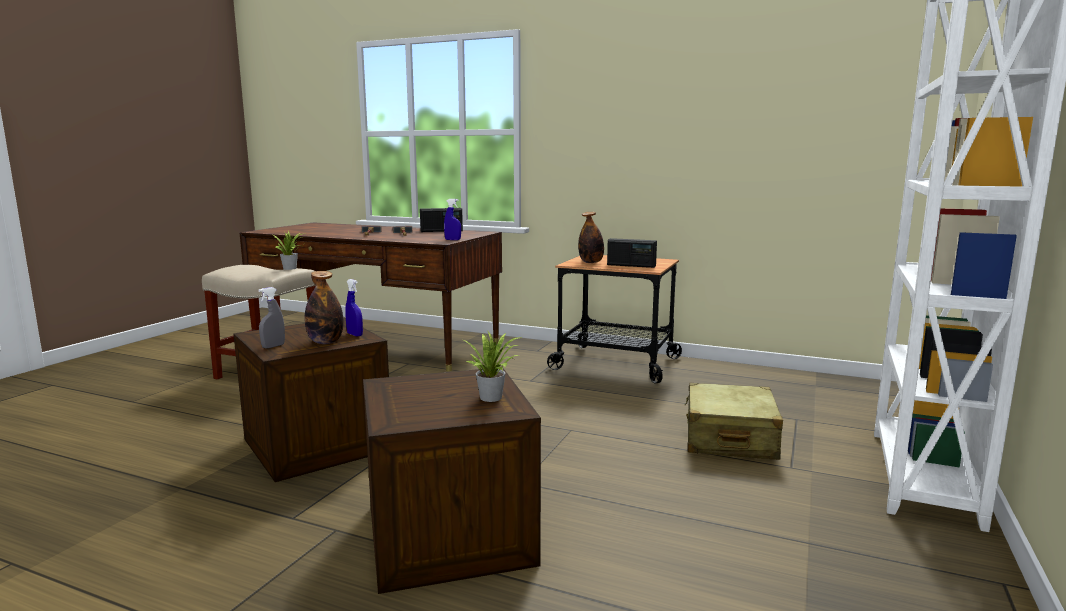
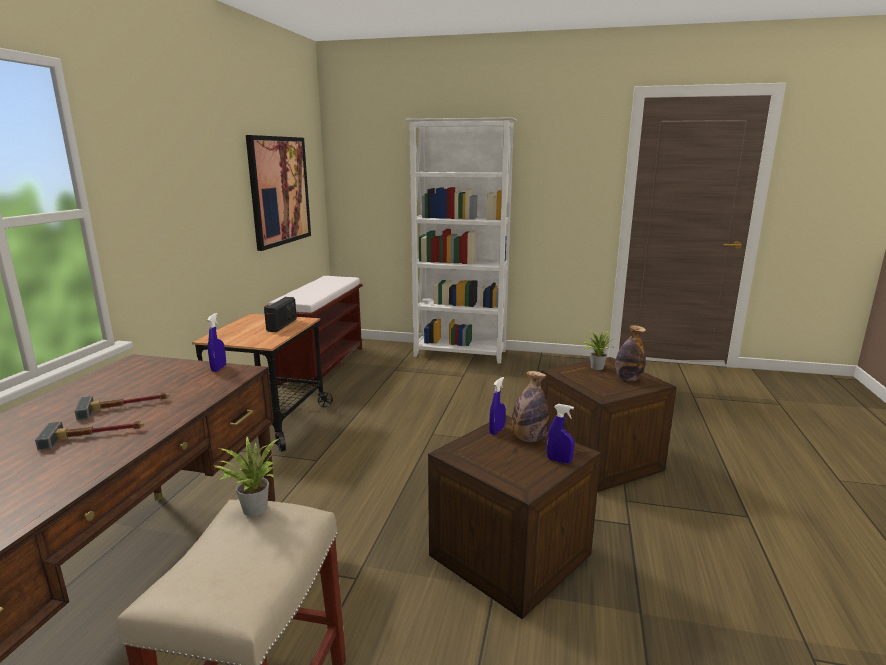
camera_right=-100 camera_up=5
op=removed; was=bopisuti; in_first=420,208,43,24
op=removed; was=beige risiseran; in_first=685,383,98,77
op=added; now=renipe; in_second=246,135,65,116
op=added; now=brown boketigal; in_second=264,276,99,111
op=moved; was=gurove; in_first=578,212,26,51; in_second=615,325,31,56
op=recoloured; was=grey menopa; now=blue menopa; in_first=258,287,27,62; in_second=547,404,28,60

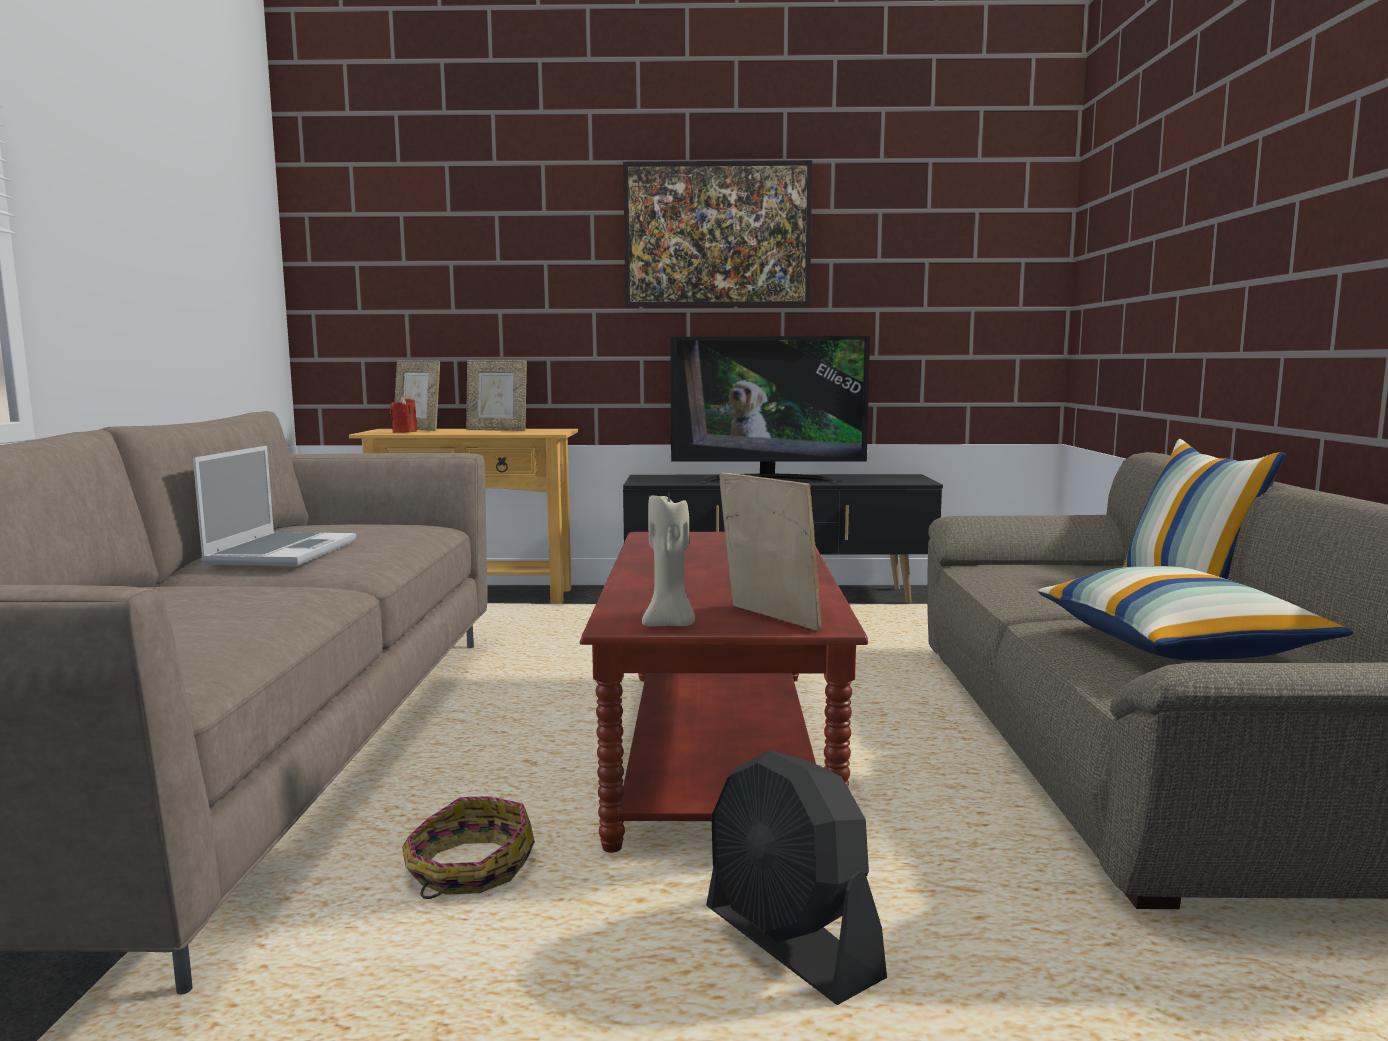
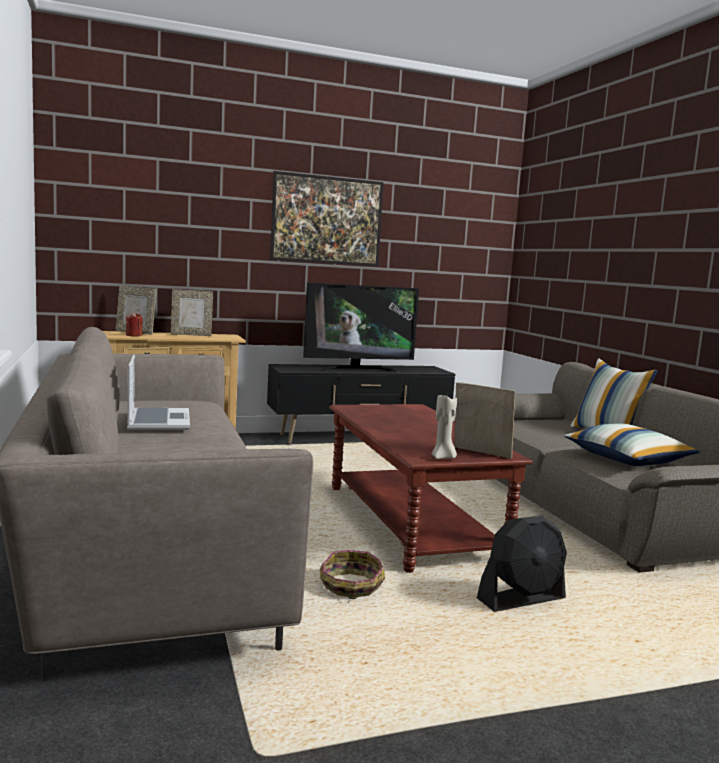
camera_right=-20 camera_up=0
op=turned; was=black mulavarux; in_first=706,751,181,254; in_second=477,516,90,96; clockwise=-60

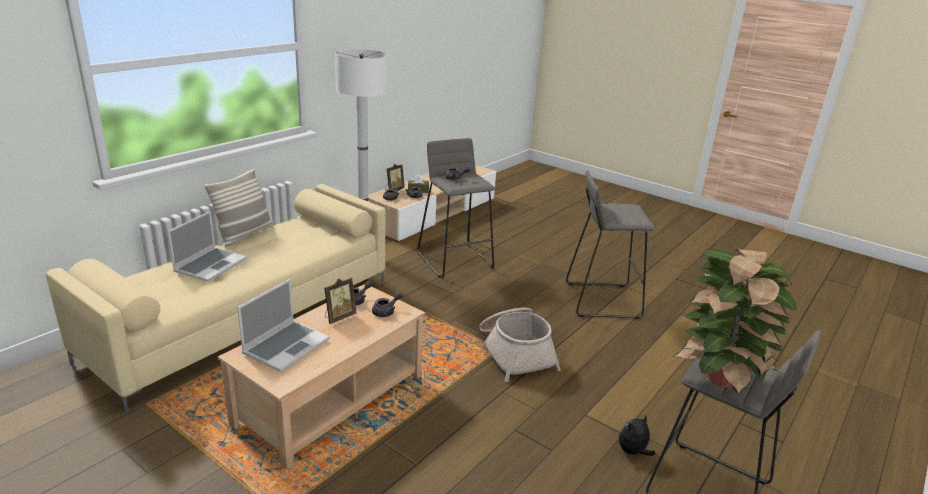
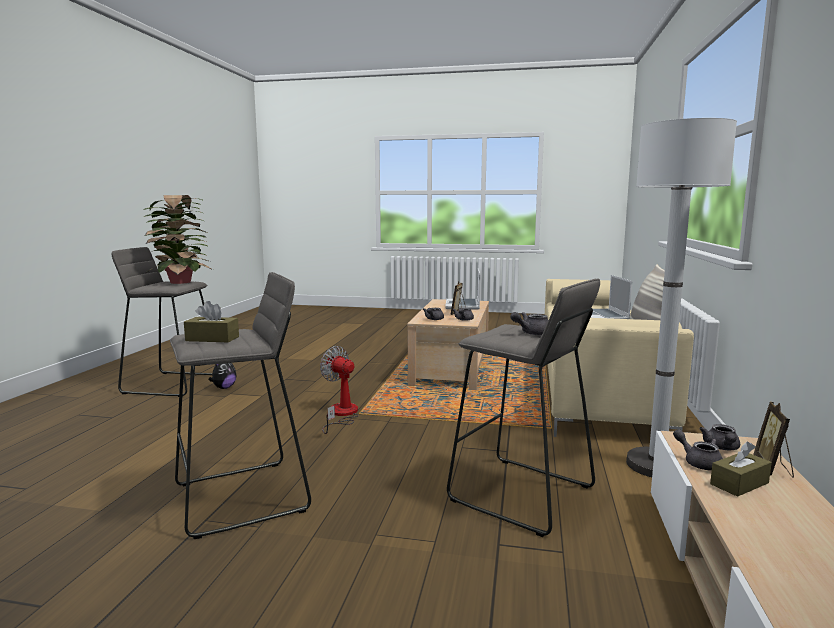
camera_right=155 camera_up=-15
op=added; now=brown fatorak; in_second=184,301,55,41
op=replaced; was=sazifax; now=mulavarux; in_first=479,308,82,74; in_second=320,346,39,88

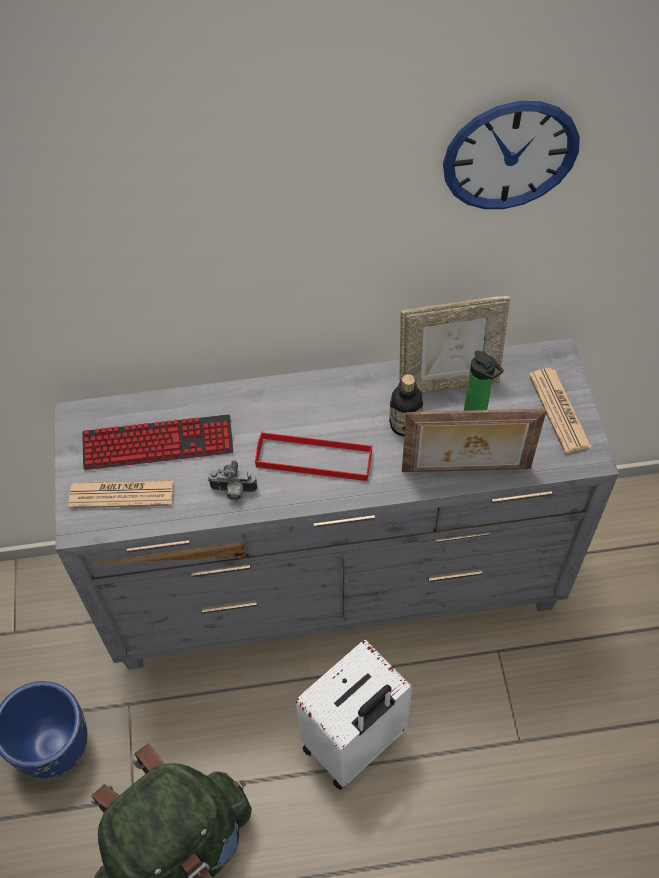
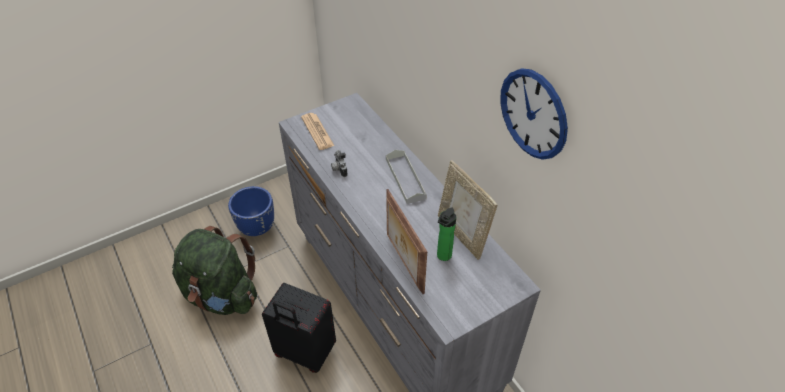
camera_right=65 camera_up=-10
op=removed; was=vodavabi; in_first=82,414,151,56
op=removed; was=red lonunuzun; in_first=255,432,117,49
op=removed; was=gurove; in_first=389,374,34,62
op=removed; was=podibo; in_first=529,368,63,85
op=added; now=grey lonunuzun; in_second=386,150,41,54
op=recoloured; was=white risiseran; now=black risiseran; in_first=296,640,116,150; in_second=262,283,74,90

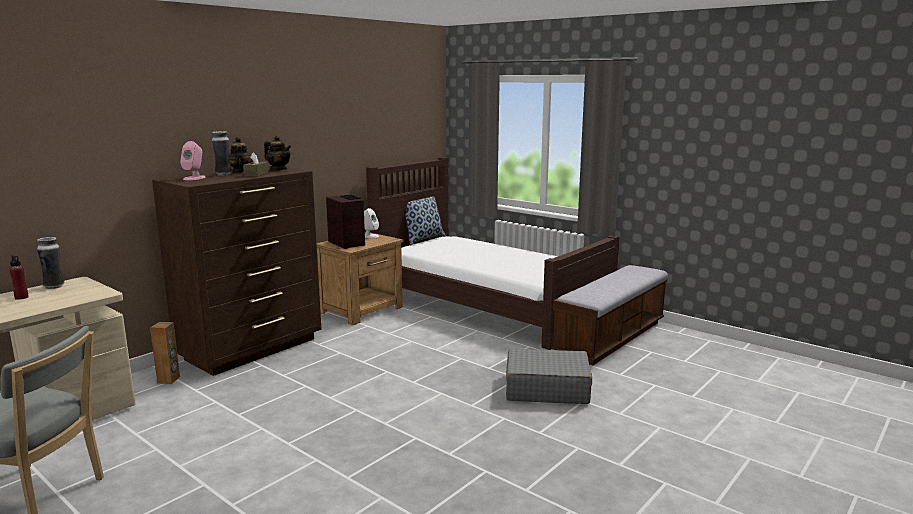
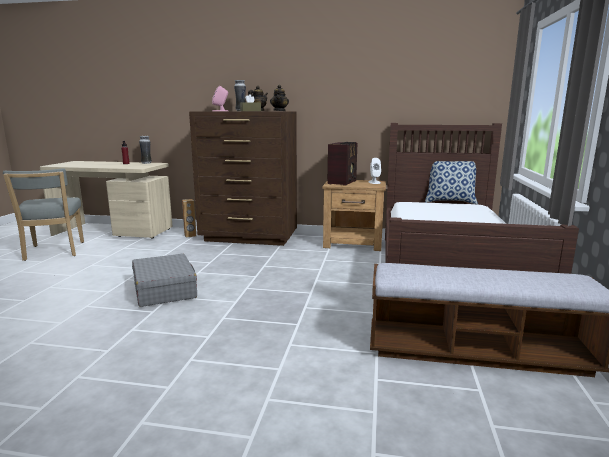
camera_right=60 camera_up=0
op=moved; was=grey risiseran; in_first=506,349,86,55; in_second=132,254,65,53

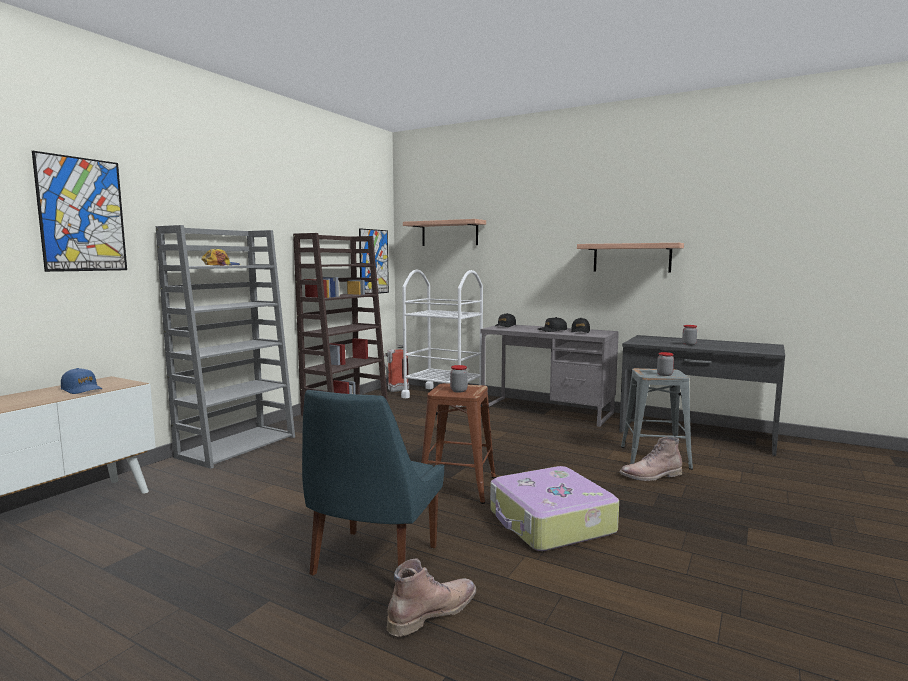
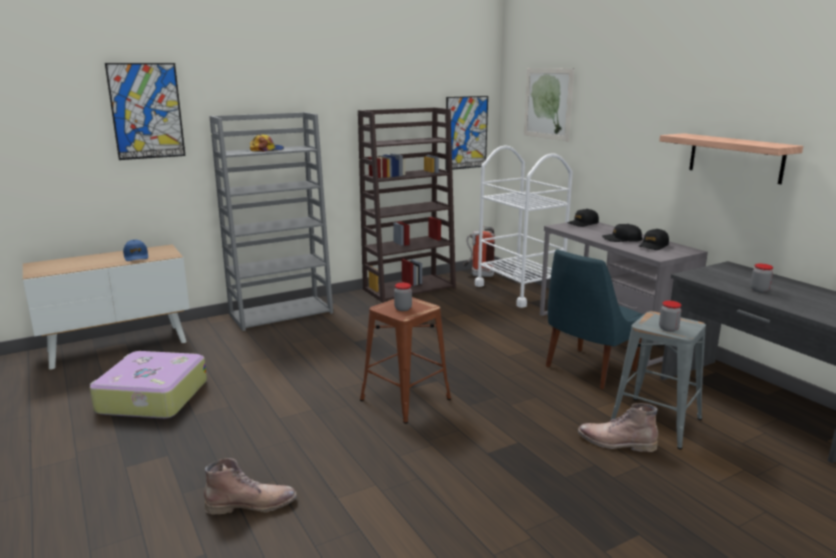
camera_right=30 camera_up=10
op=moved; was=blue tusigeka; in_first=302,390,142,186; in_second=546,249,98,140
op=moved; was=risiseran; in_first=490,466,129,85; in_second=90,351,117,68
op=replaced; was=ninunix; now=renipe; in_first=403,219,83,27; in_second=524,68,50,74

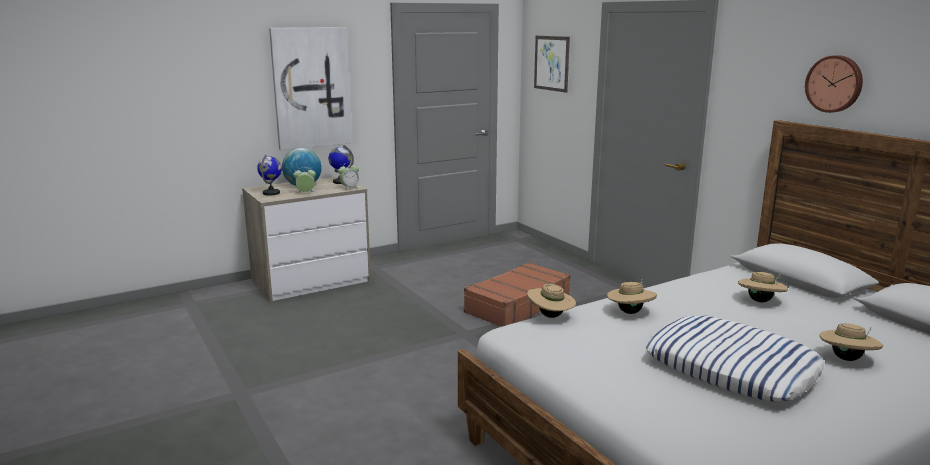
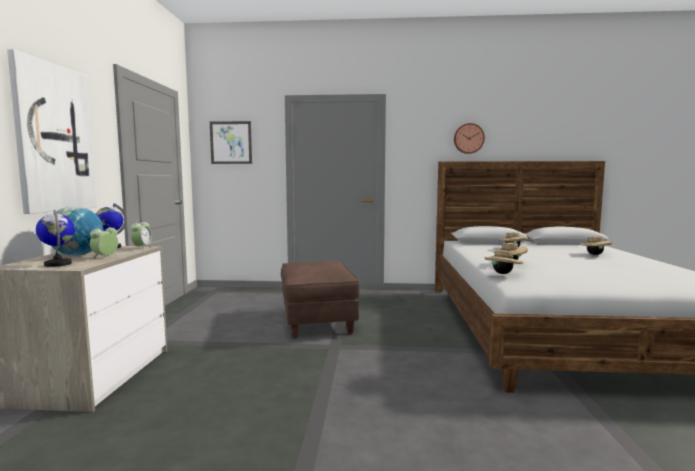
camera_right=-55 camera_up=-10
op=removed; was=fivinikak; in_first=646,315,179,86
op=replaced; was=brown risiseran; now=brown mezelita; in_first=464,262,107,65; in_second=281,261,78,77

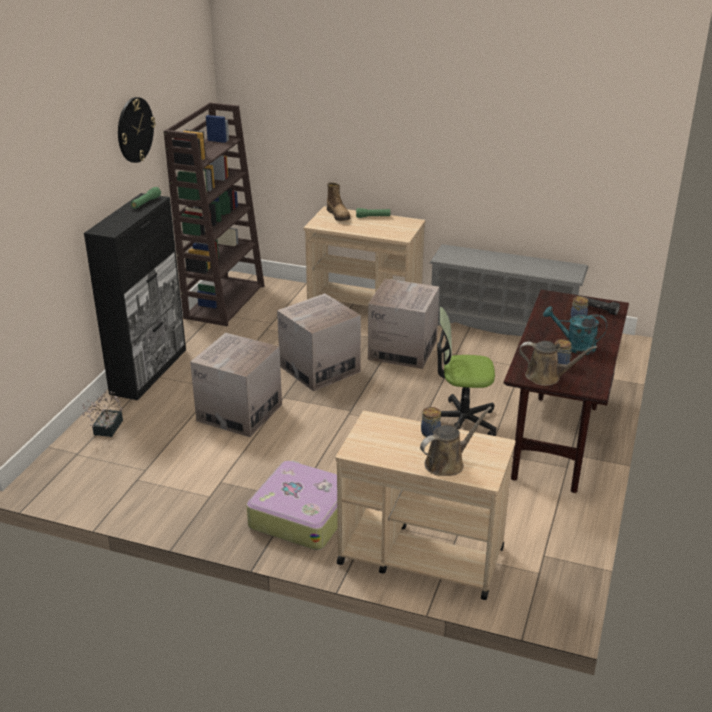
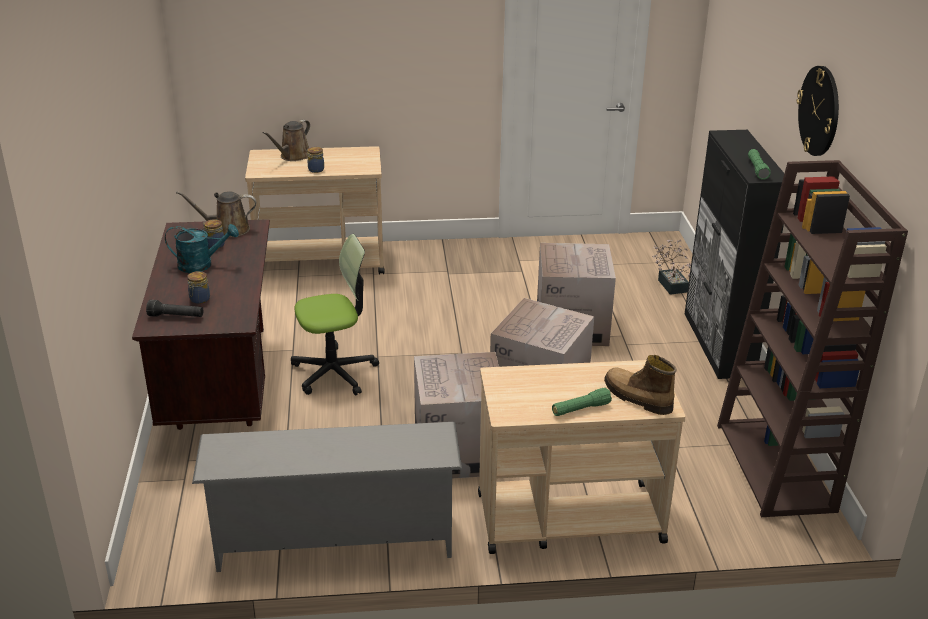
camera_right=155 camera_up=0
op=removed; was=risiseran; in_first=247,460,91,90

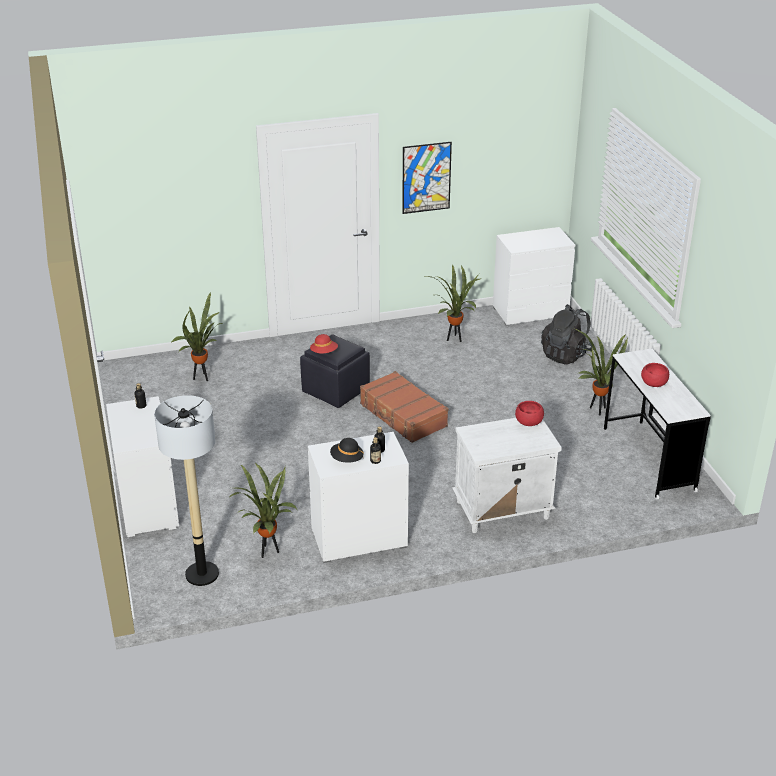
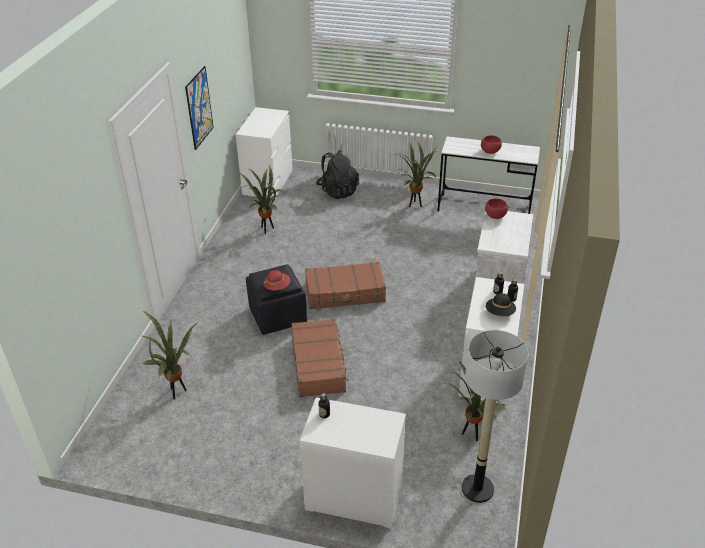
camera_right=-60 camera_up=5
op=added; now=brown risiseran; in_second=291,319,58,78

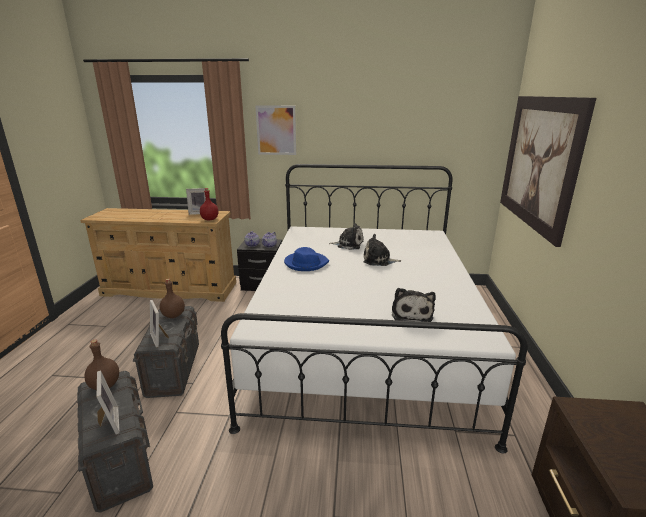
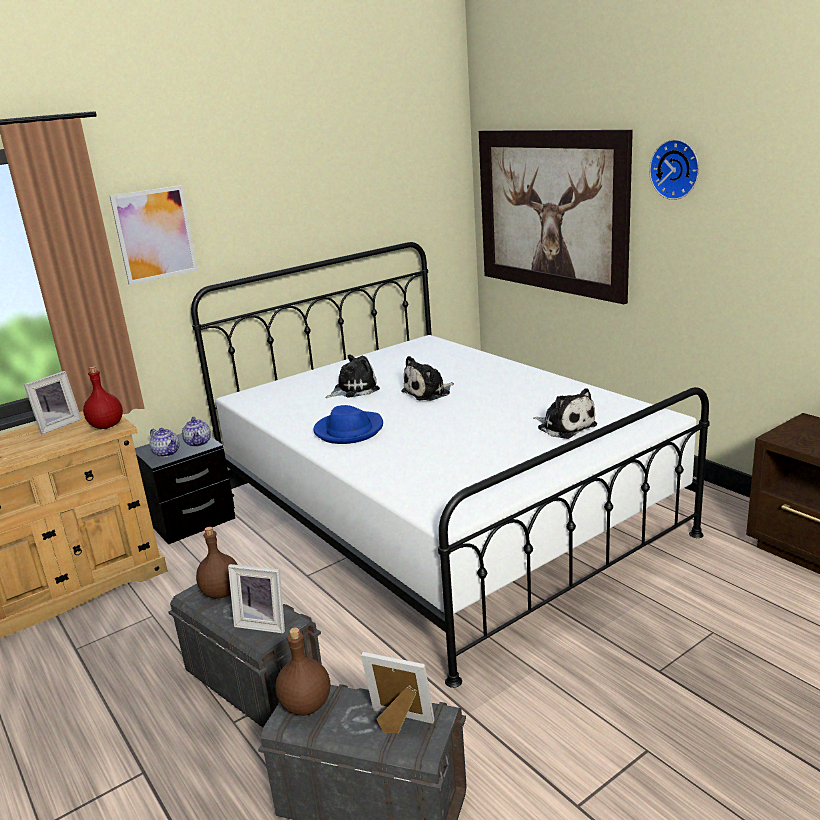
camera_right=-40 camera_up=0
op=added; now=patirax; in_second=649,139,50,61

